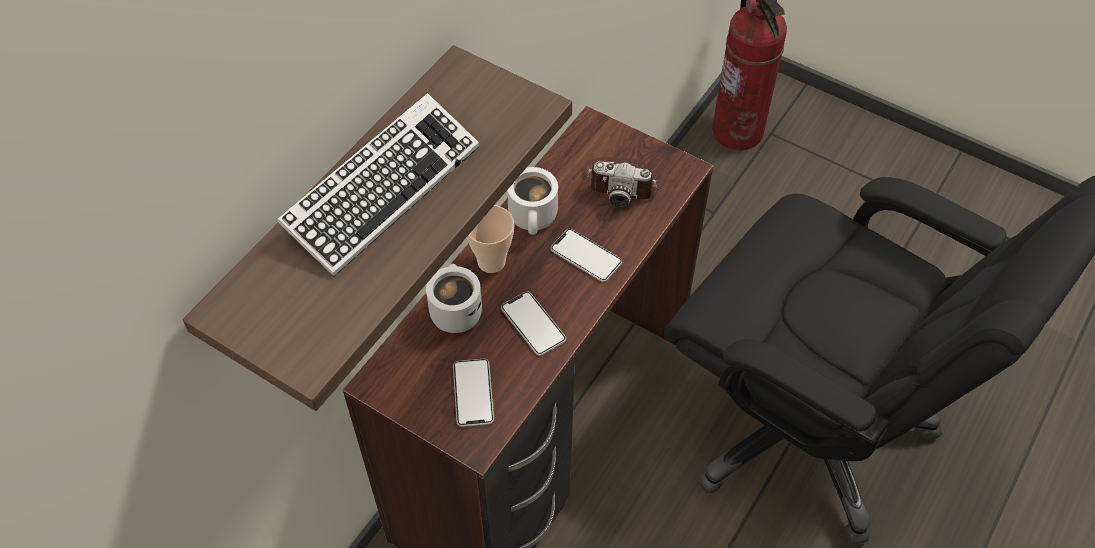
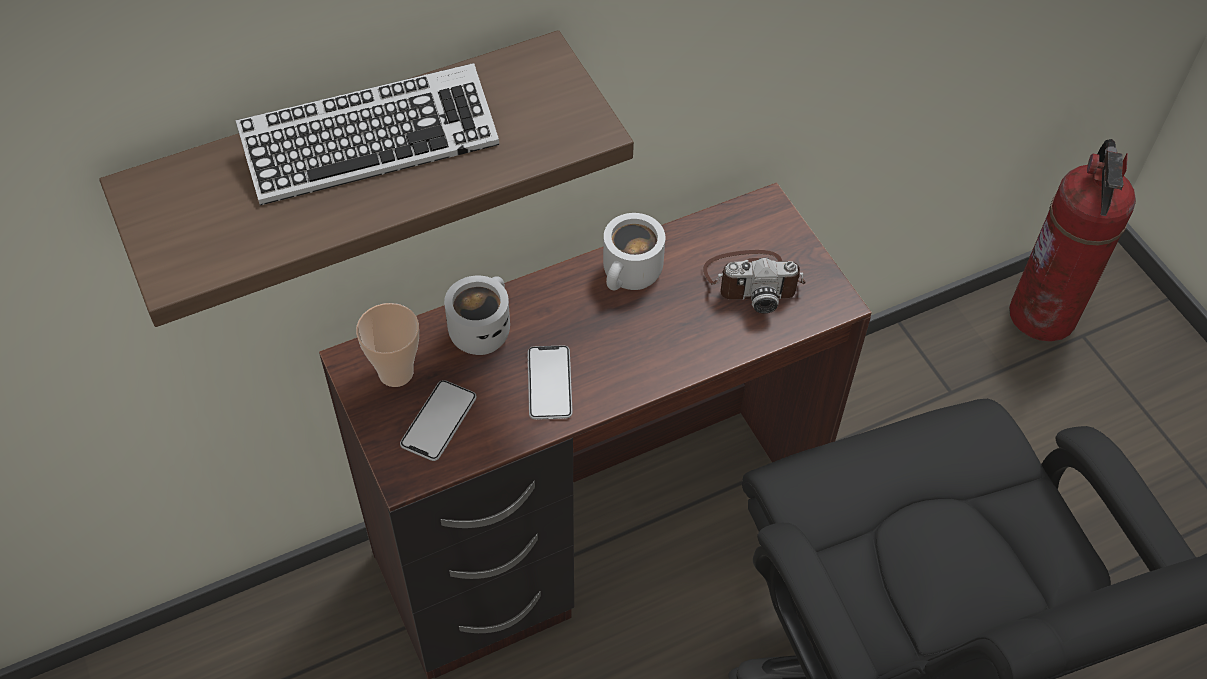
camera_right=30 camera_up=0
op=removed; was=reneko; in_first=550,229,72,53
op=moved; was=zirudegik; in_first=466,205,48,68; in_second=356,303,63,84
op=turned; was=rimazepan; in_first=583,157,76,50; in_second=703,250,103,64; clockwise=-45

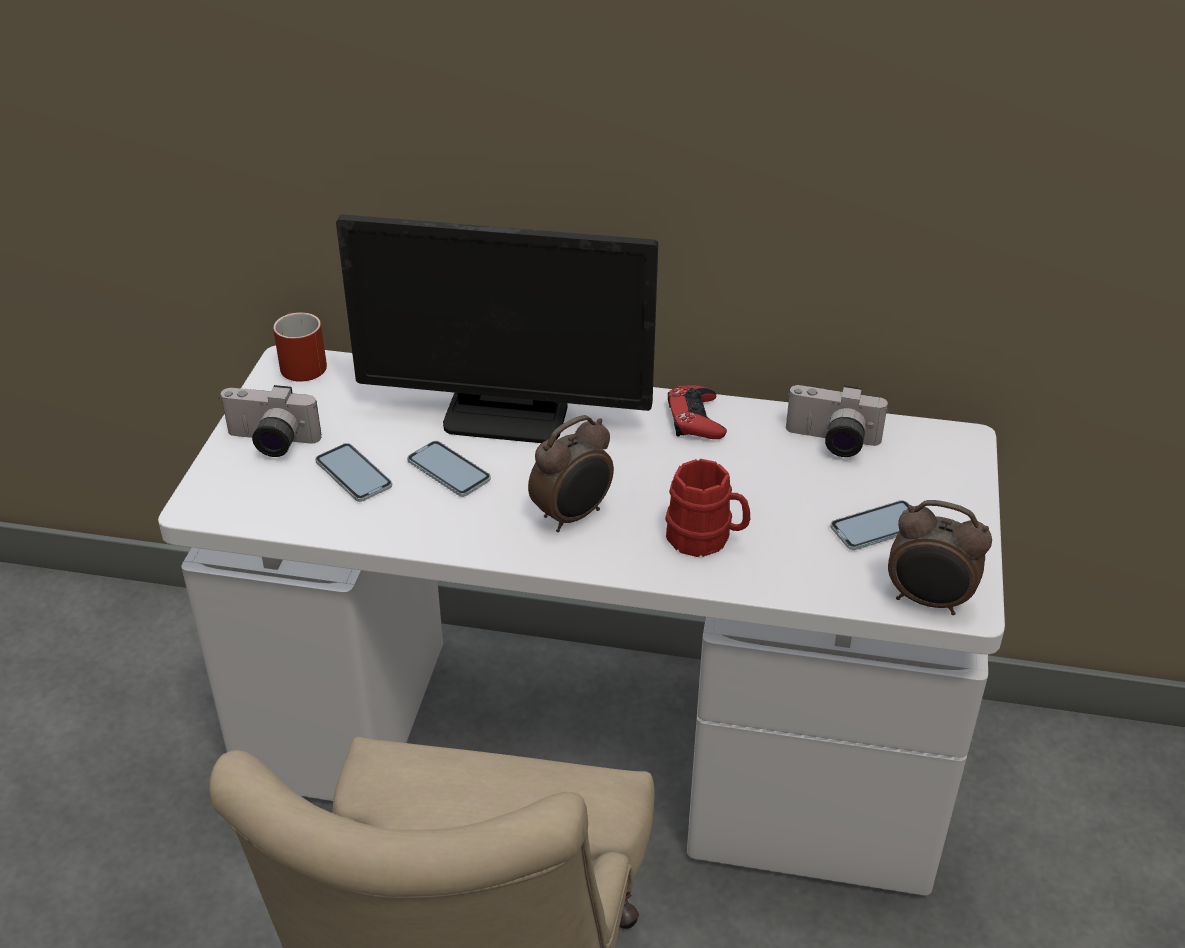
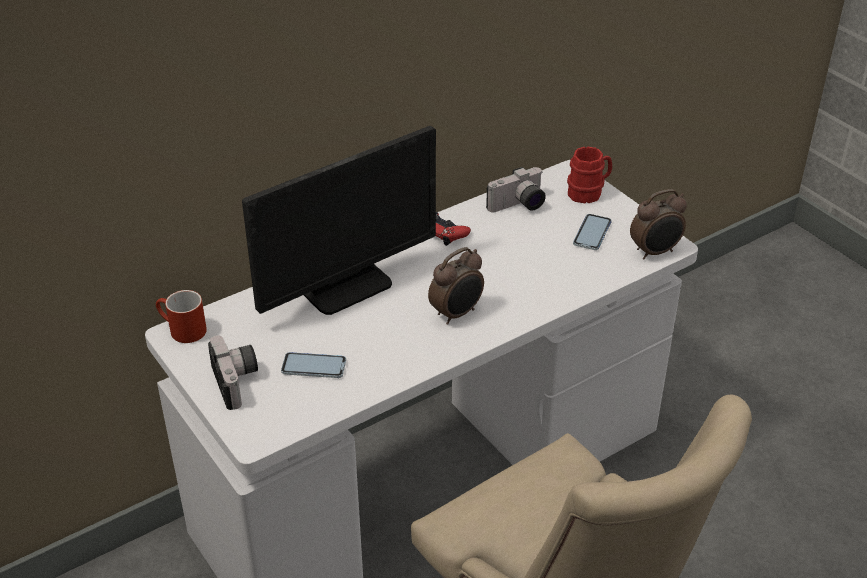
camera_right=-45 camera_up=0
op=removed; was=reneko; in_first=407,441,84,56
op=moved; was=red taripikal; in_first=665,459,85,98; in_second=567,147,45,56
op=turned; was=rimazepan; in_first=219,385,102,72; in_second=208,335,50,75; clockwise=-75
op=turned; was=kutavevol; in_first=528,415,86,117; in_second=428,247,56,78; clockwise=45

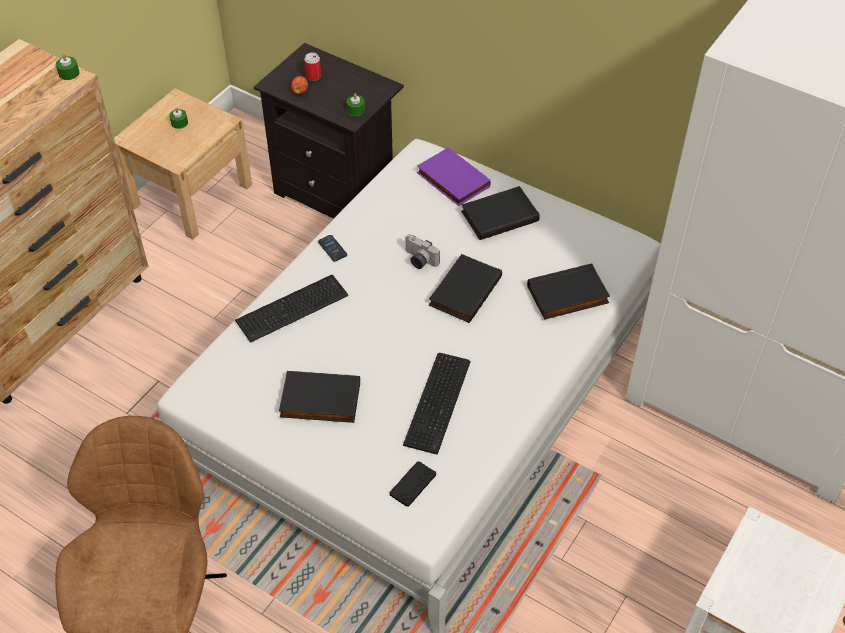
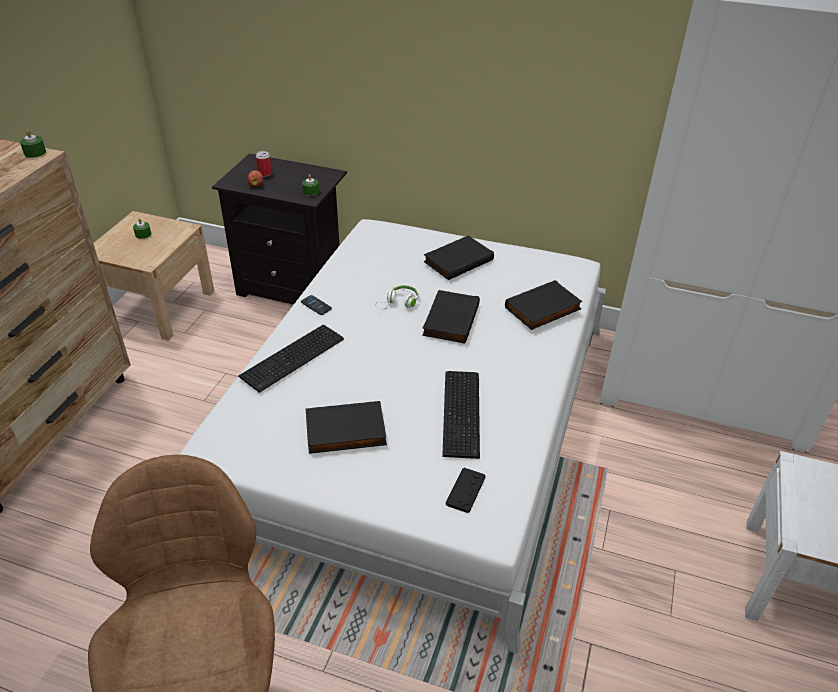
camera_right=-15 camera_up=-10
op=removed; was=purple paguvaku; in_first=417,147,74,59
op=replaced; was=rimazepan; now=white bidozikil; in_first=405,234,35,35; in_second=376,284,43,25

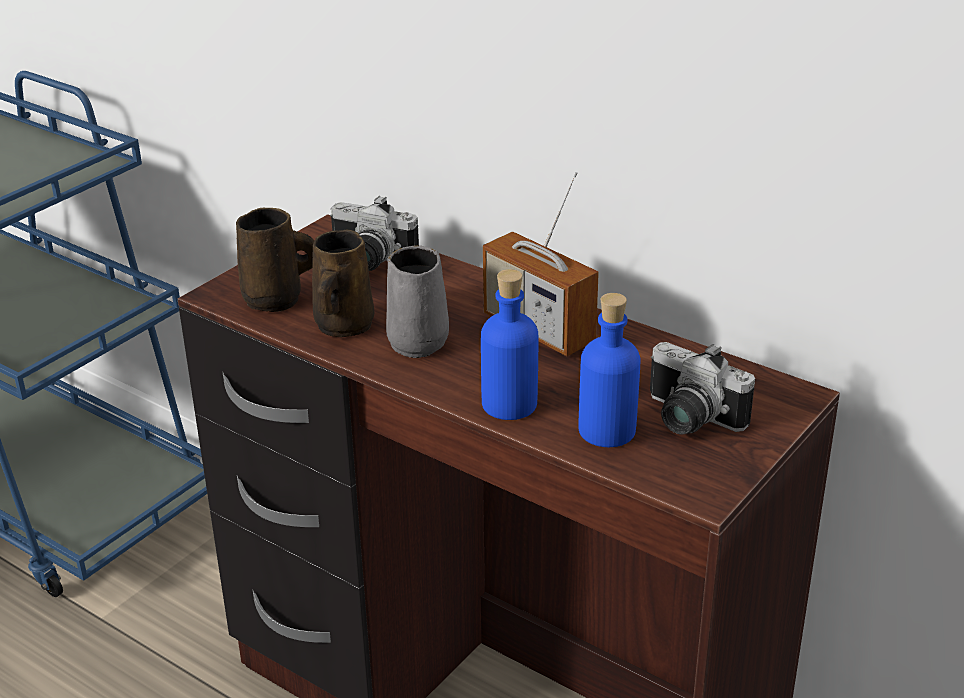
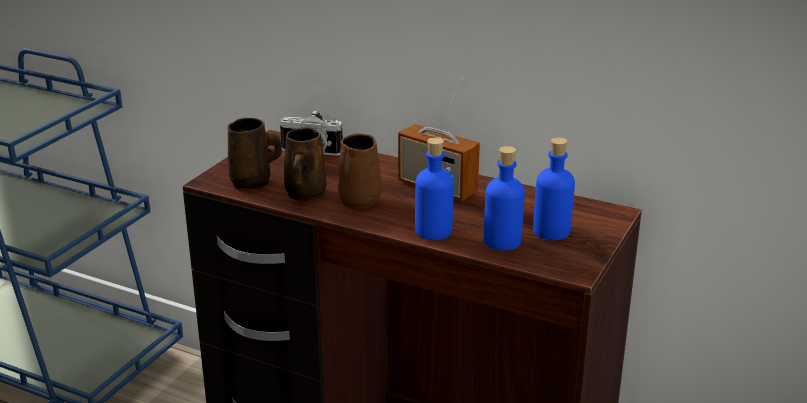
camera_right=-10 camera_up=-5
op=replaced; was=rimazepan; now=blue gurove; in_first=650,342,105,92; in_second=533,137,42,103
op=recoloured; was=grey taripikal; now=brown taripikal; in_first=386,245,63,113; in_second=338,133,43,76

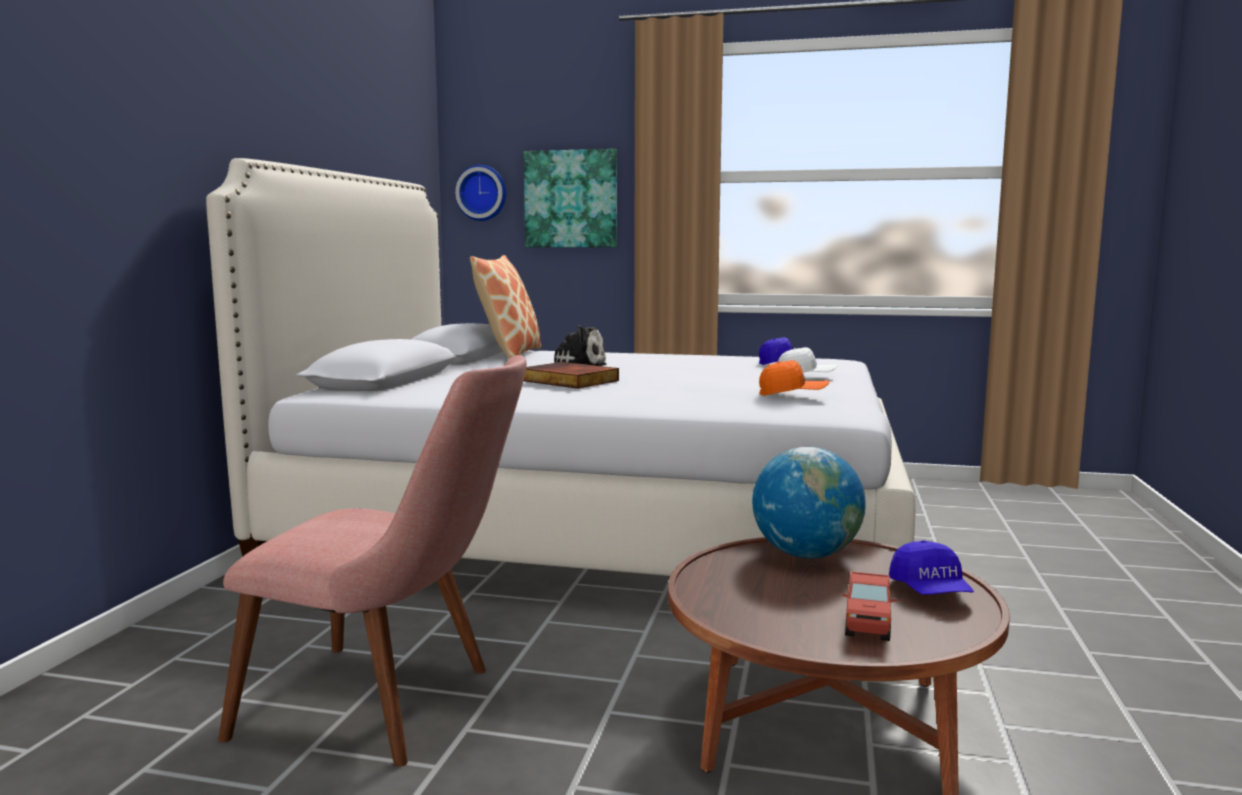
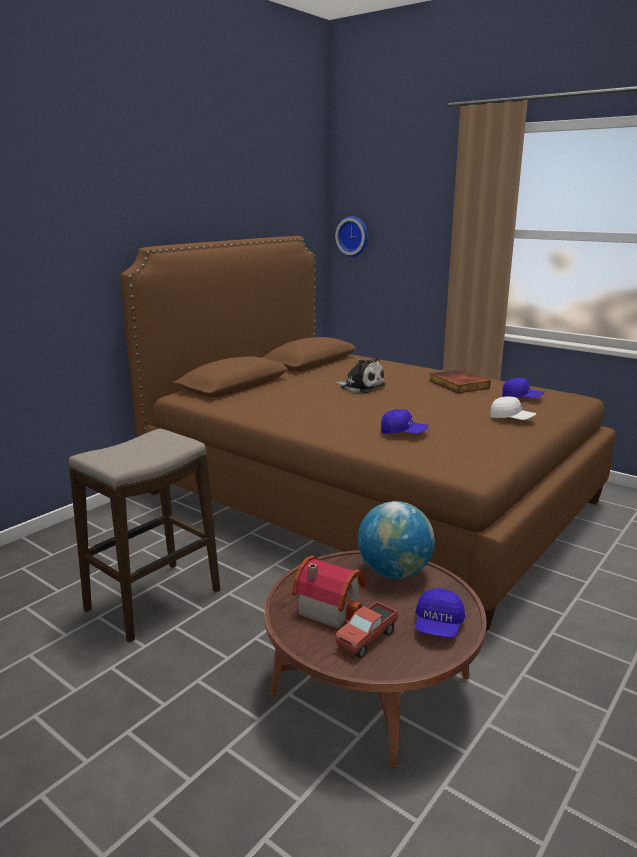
camera_right=25 camera_up=10
op=removed; was=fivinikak; in_first=470,255,71,104
op=removed; was=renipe; in_first=524,149,93,98
op=removed; was=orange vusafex; in_first=759,360,71,36
op=added; now=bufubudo; in_second=292,556,74,73
op=added; now=blue vusafex; in_second=381,409,48,24
op=moved; was=paguvaku; in_first=524,362,95,27; in_second=429,369,62,24
op=replaced; was=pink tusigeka; now=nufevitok; in_first=218,355,309,412; in_second=69,428,151,215
op=recoloured; was=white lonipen; now=brown lonipen; in_first=206,158,709,418; in_second=120,236,495,396

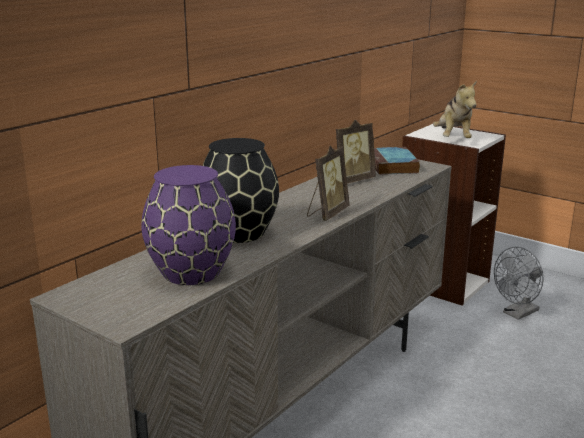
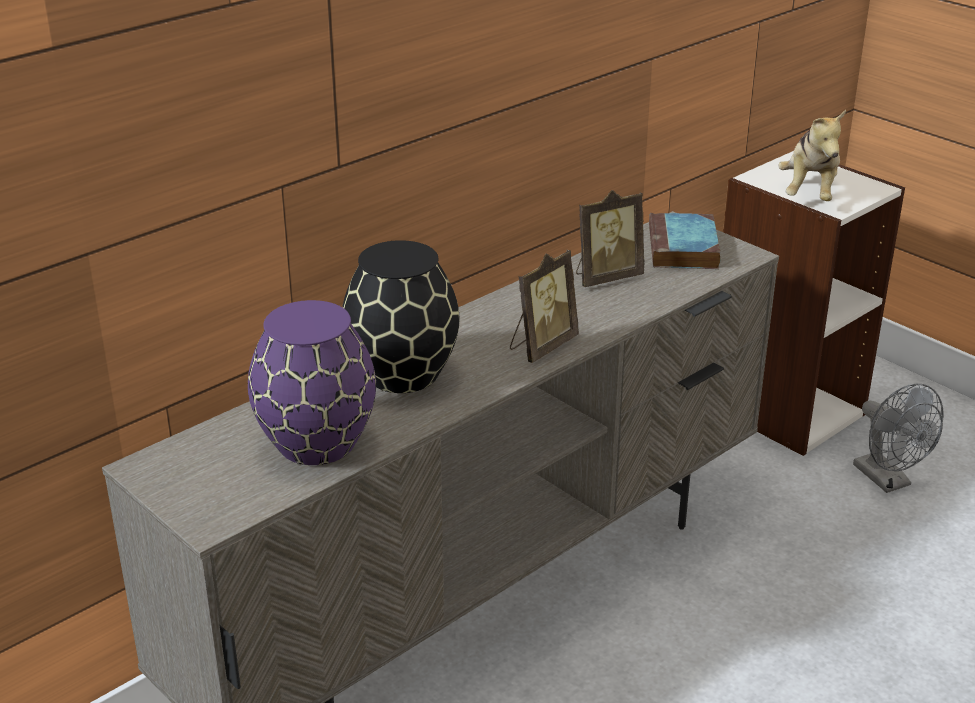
camera_right=10 camera_up=10
op=turned; was=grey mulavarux; in_first=494,247,49,73; in_second=853,384,90,109; clockwise=-90

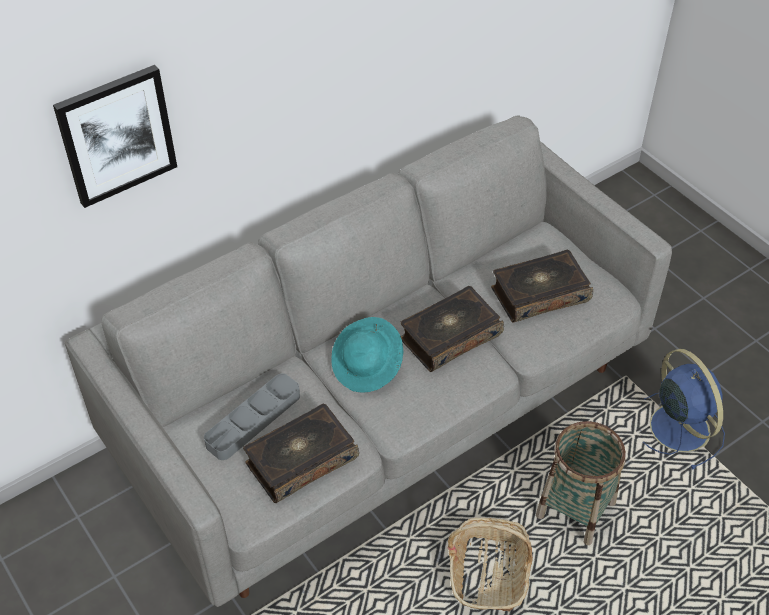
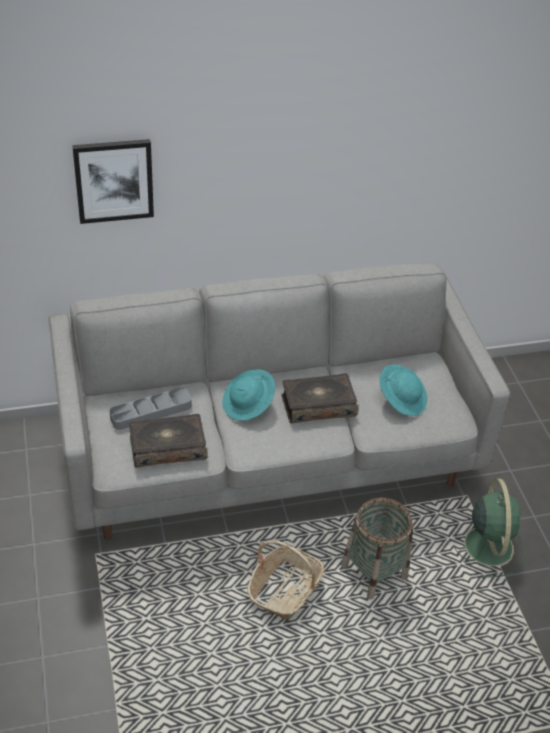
camera_right=20 camera_up=-5
op=replaced; was=paguvaku; now=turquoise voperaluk; in_first=491,250,102,73; in_second=379,365,48,51
op=recoloured; was=blue mulavarux; now=green mulavarux; in_first=643,349,82,121; in_second=453,479,72,99

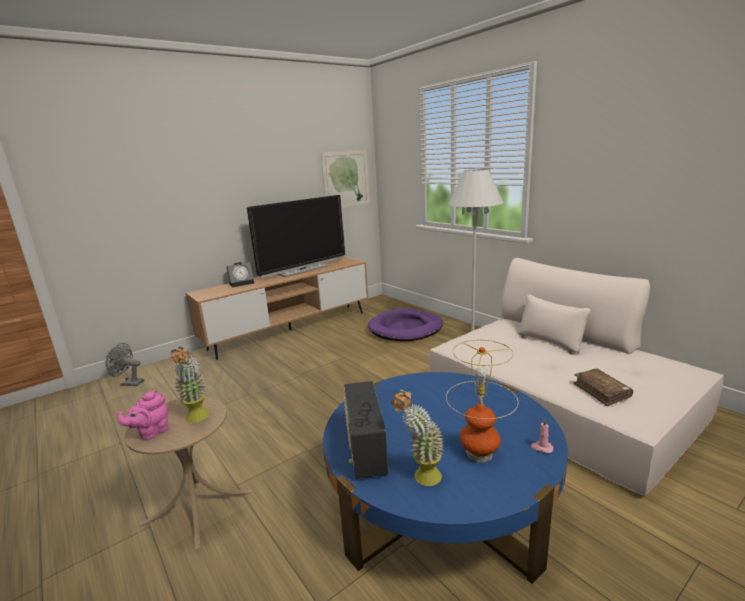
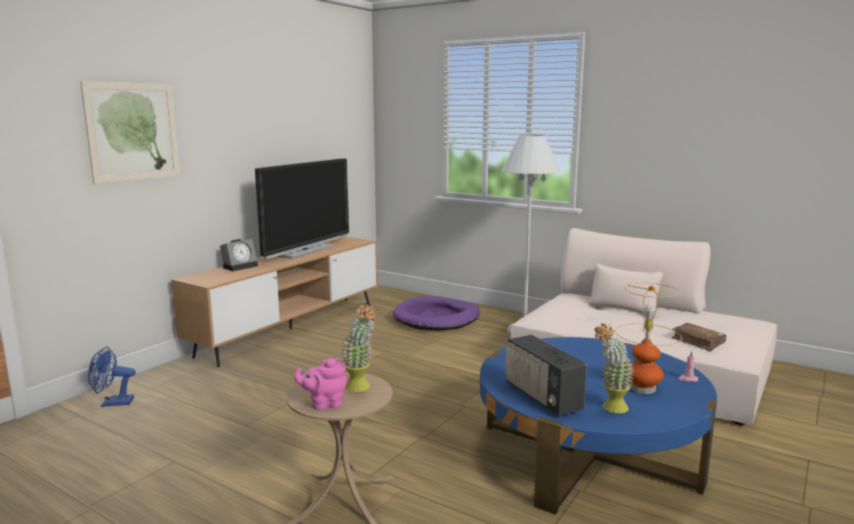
camera_right=-20 camera_up=-5
op=moved; was=renipe; in_first=321,150,49,58; in_second=81,81,99,103
op=recoloured; was=grey mulavarux; now=blue mulavarux; in_first=106,343,38,43; in_second=88,346,48,61
op=turned; was=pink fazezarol; in_first=118,389,51,52; in_second=294,358,54,52; clockwise=60

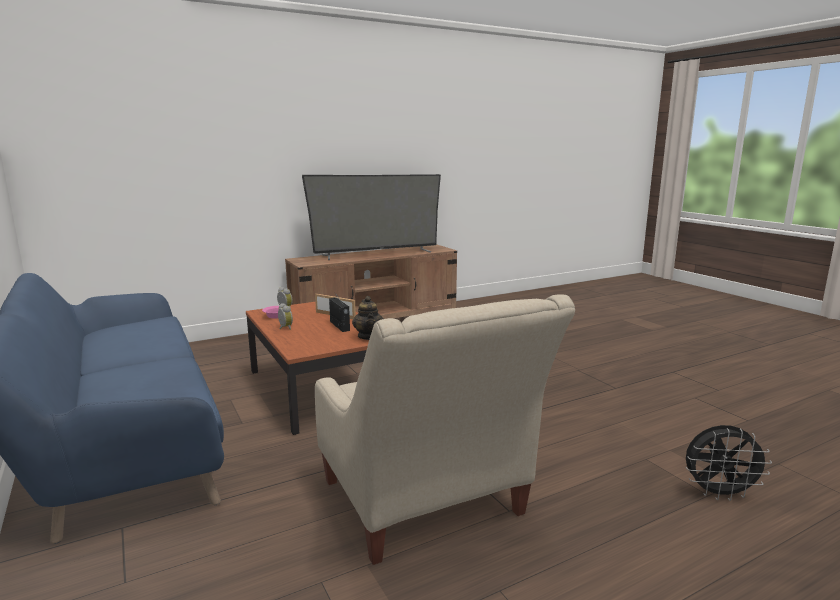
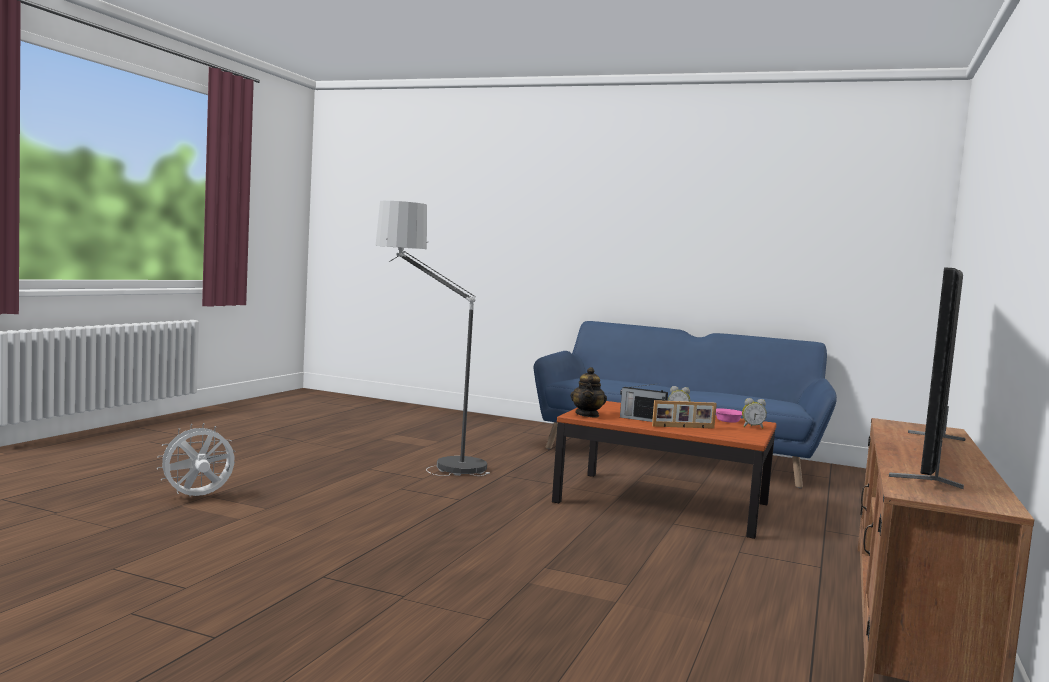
camera_right=140 camera_up=-10
op=replaced; was=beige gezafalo; now=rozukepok; in_first=315,294,260,271; in_second=376,201,114,275
op=recoloured; was=black mulavarux; now=white mulavarux; in_first=686,425,86,76; in_second=157,423,78,74
op=turned; was=fazezarol; in_first=352,296,32,44; in_second=570,367,37,50; clockwise=-120

